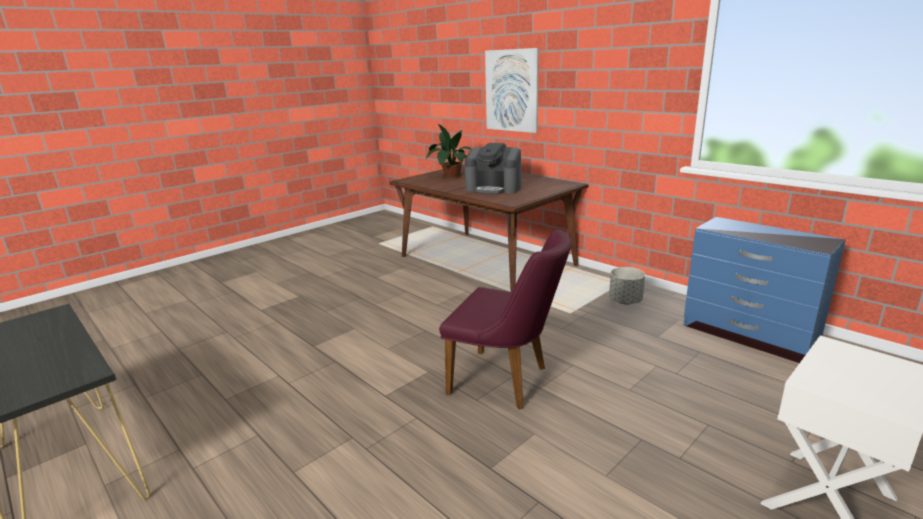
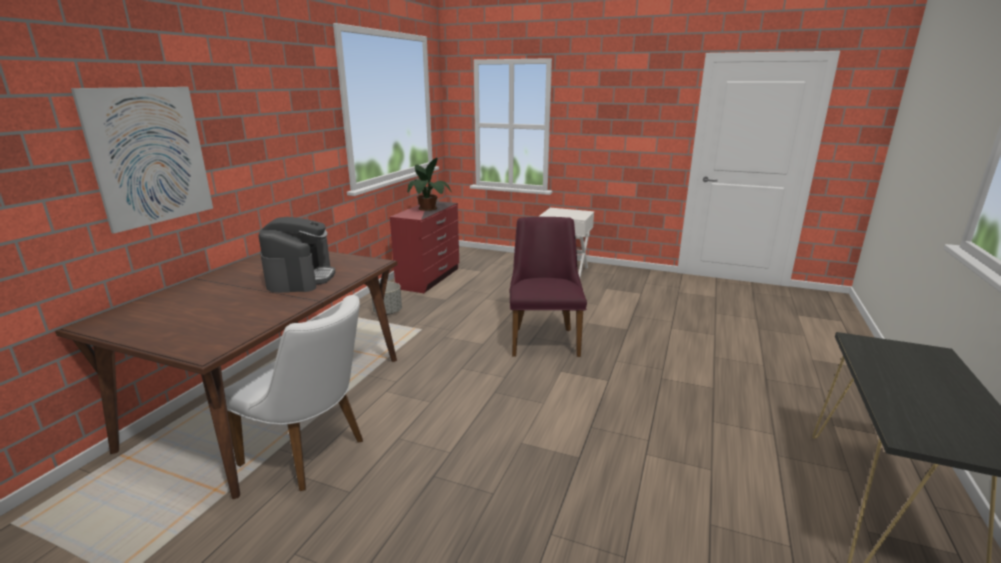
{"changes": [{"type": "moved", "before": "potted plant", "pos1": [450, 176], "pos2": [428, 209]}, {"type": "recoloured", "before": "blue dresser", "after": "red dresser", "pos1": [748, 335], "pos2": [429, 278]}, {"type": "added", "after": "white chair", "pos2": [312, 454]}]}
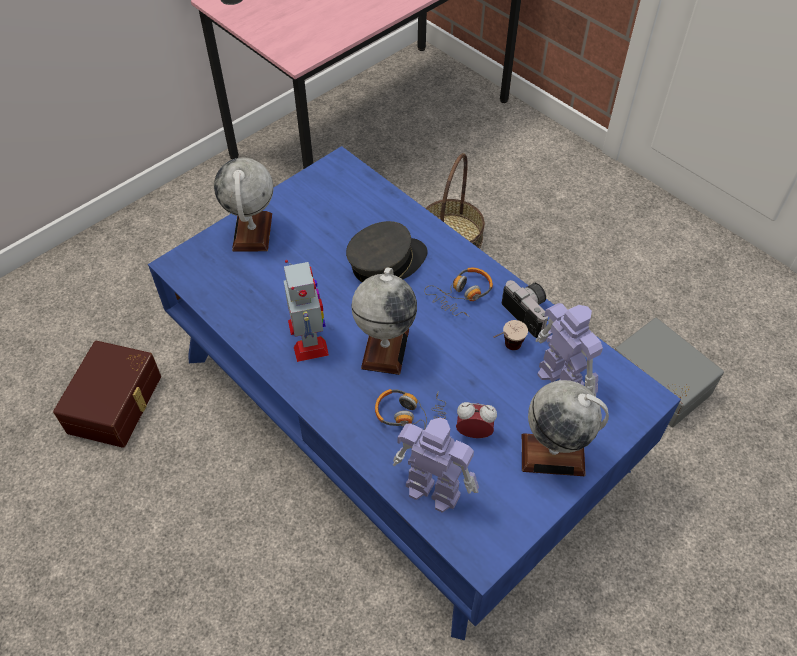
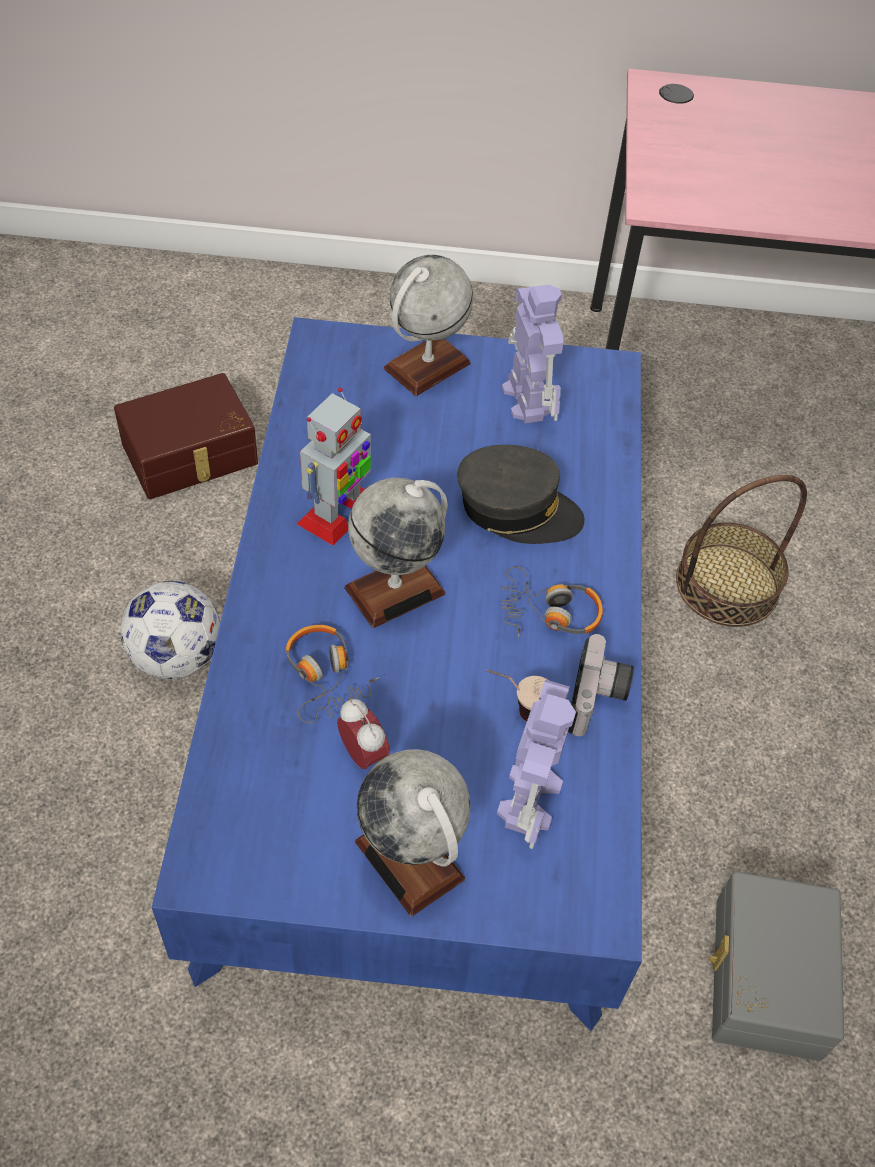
{"changes": [{"type": "moved", "before": "toy robot", "pos1": [432, 489], "pos2": [526, 398]}, {"type": "added", "after": "football", "pos2": [176, 657]}]}
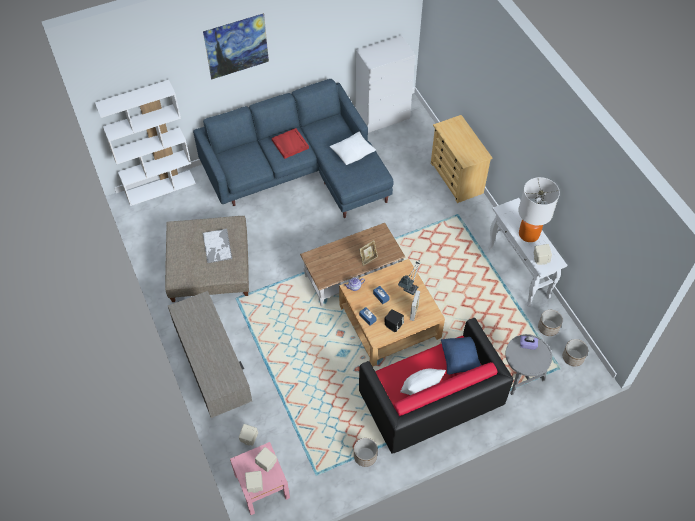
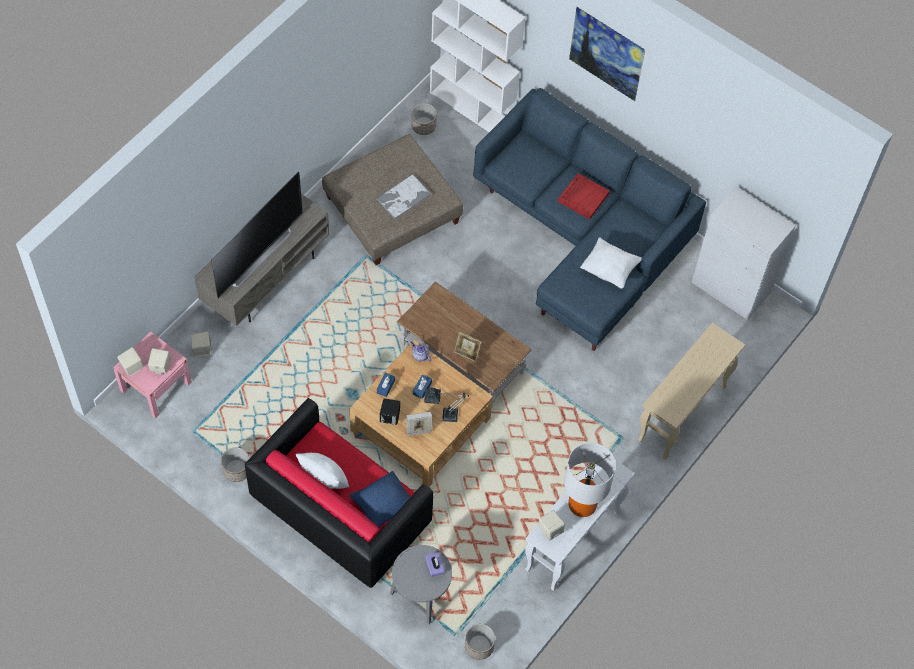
{"changes": [{"type": "replaced", "before": "beige dresser", "after": "beige console table", "pos1": [456, 178], "pos2": [681, 414]}, {"type": "moved", "before": "planter", "pos1": [548, 328], "pos2": [423, 126]}, {"type": "added", "after": "television", "pos2": [256, 254]}]}
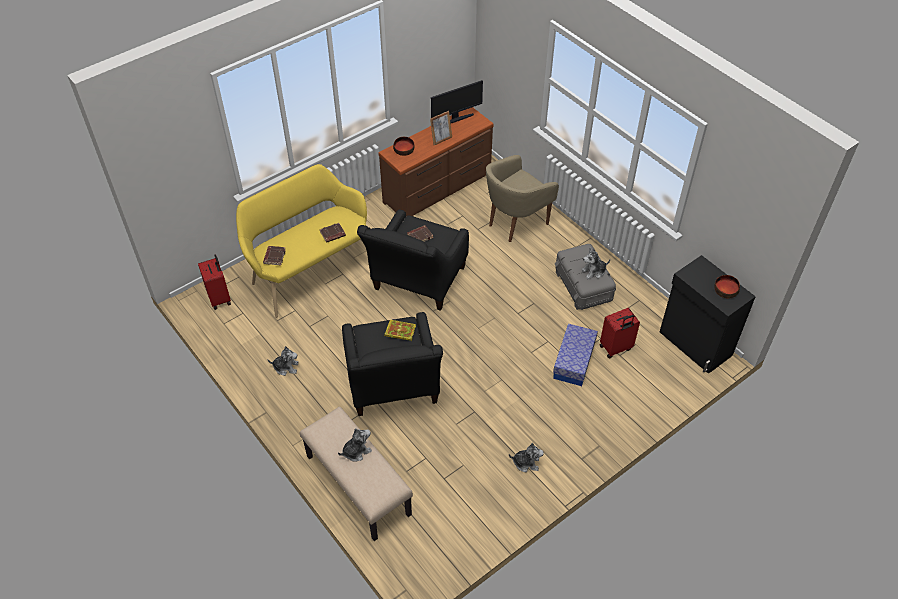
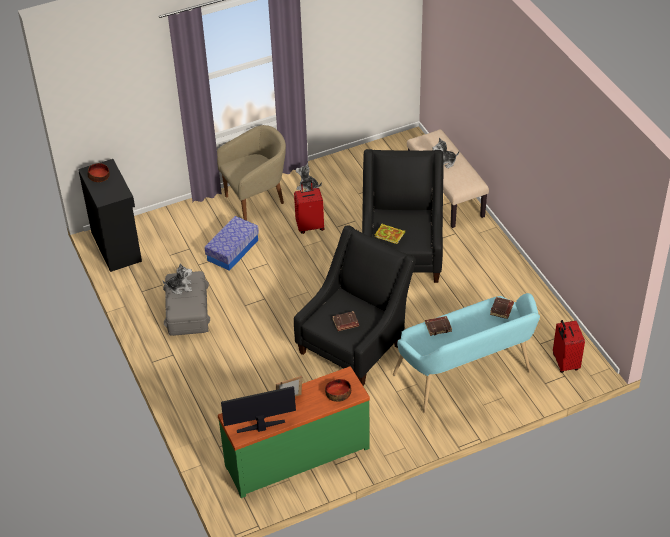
{"changes": [{"type": "recoloured", "before": "brown dresser", "after": "green dresser", "pos1": [438, 188], "pos2": [296, 455]}, {"type": "moved", "before": "beige armchair", "pos1": [515, 222], "pos2": [257, 201]}, {"type": "recoloured", "before": "yellow bench", "after": "turquoise bench", "pos1": [310, 270], "pos2": [466, 377]}, {"type": "moved", "before": "red suitcase", "pos1": [616, 348], "pos2": [310, 226]}, {"type": "removed", "before": "plush toy", "pos1": [286, 367]}]}
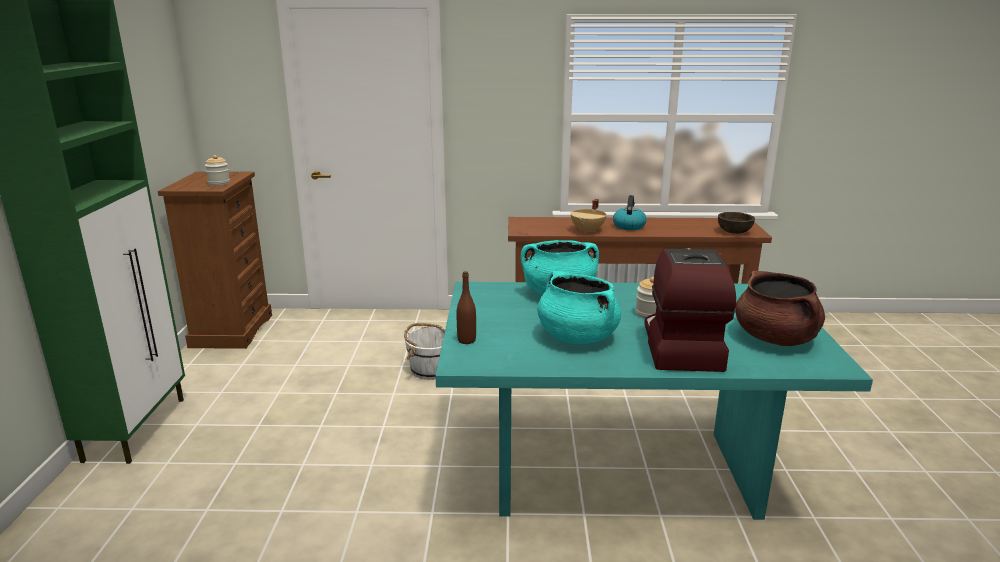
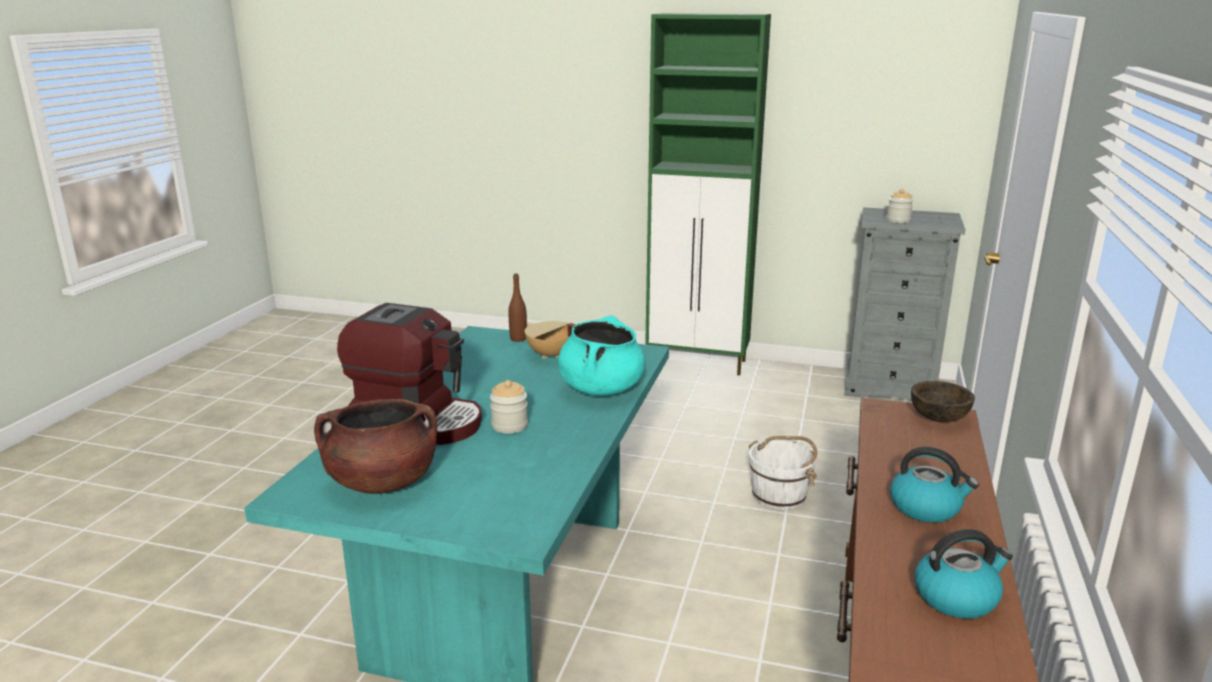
{"changes": [{"type": "recoloured", "before": "brown dresser", "after": "grey dresser", "pos1": [231, 330], "pos2": [890, 387]}, {"type": "moved", "before": "beige cooking pot", "pos1": [588, 231], "pos2": [551, 355]}, {"type": "moved", "before": "brown bowl", "pos1": [734, 232], "pos2": [938, 417]}, {"type": "removed", "before": "turquoise cooking pot", "pos1": [576, 337]}, {"type": "added", "after": "kettle", "pos2": [956, 597]}]}
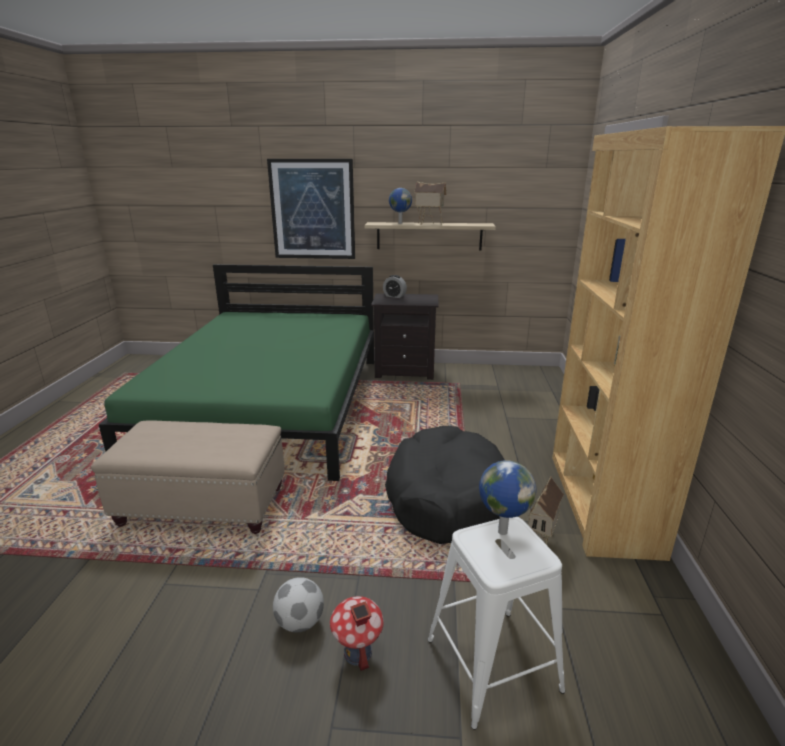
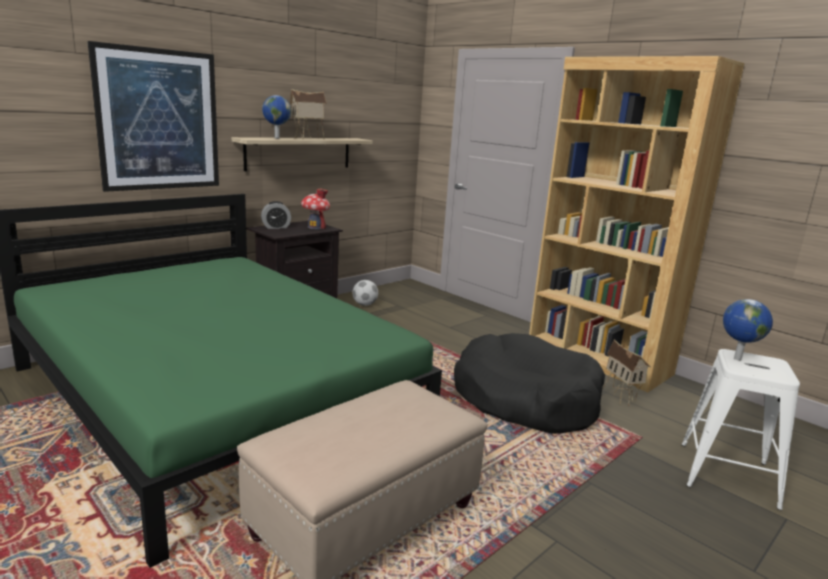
{"changes": [{"type": "moved", "before": "football", "pos1": [300, 622], "pos2": [365, 304]}, {"type": "moved", "before": "toy house", "pos1": [357, 653], "pos2": [315, 227]}]}
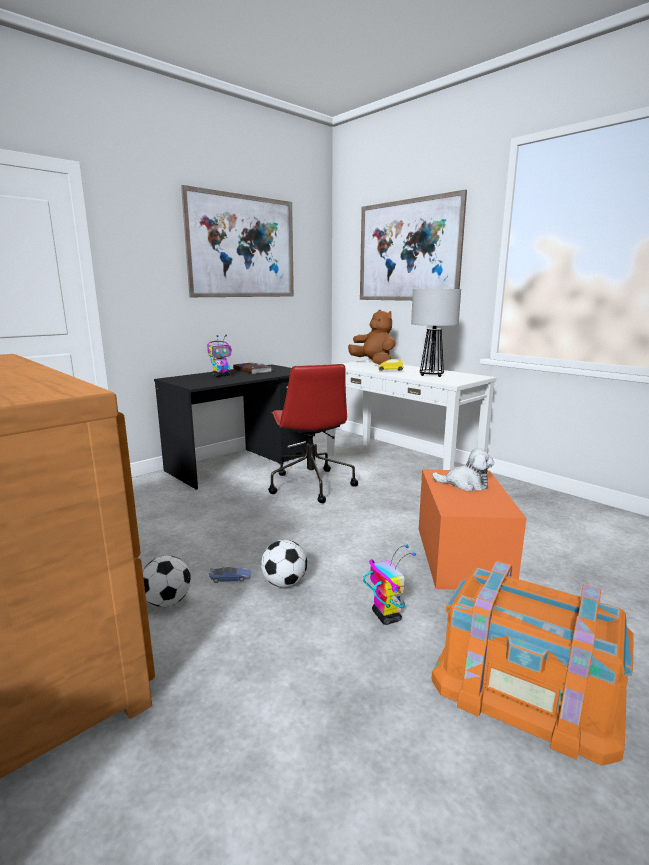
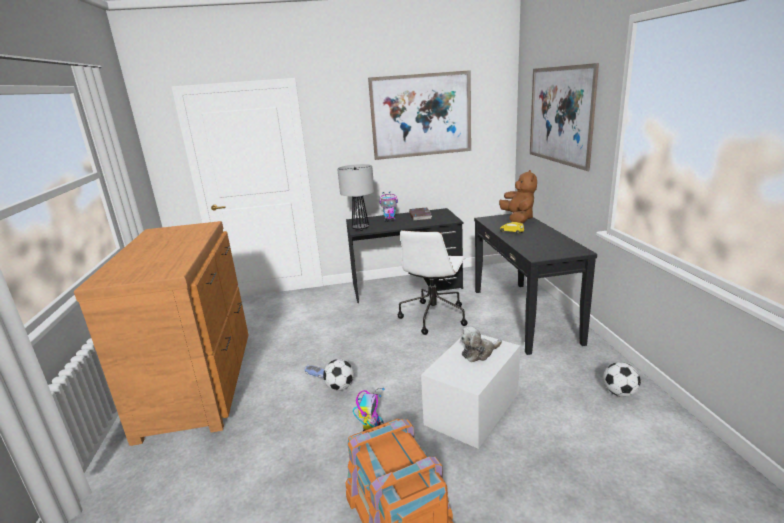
{"changes": [{"type": "moved", "before": "table lamp", "pos1": [431, 375], "pos2": [360, 228]}, {"type": "recoloured", "before": "white console table", "after": "black console table", "pos1": [401, 466], "pos2": [524, 315]}, {"type": "recoloured", "before": "red office chair", "after": "white office chair", "pos1": [310, 484], "pos2": [434, 316]}, {"type": "turned", "before": "plush toy", "pos1": [465, 484], "pos2": [479, 353], "turn": 105}, {"type": "recoloured", "before": "orange storage box", "after": "white storage box", "pos1": [462, 556], "pos2": [472, 408]}, {"type": "moved", "before": "football", "pos1": [167, 601], "pos2": [619, 393]}]}
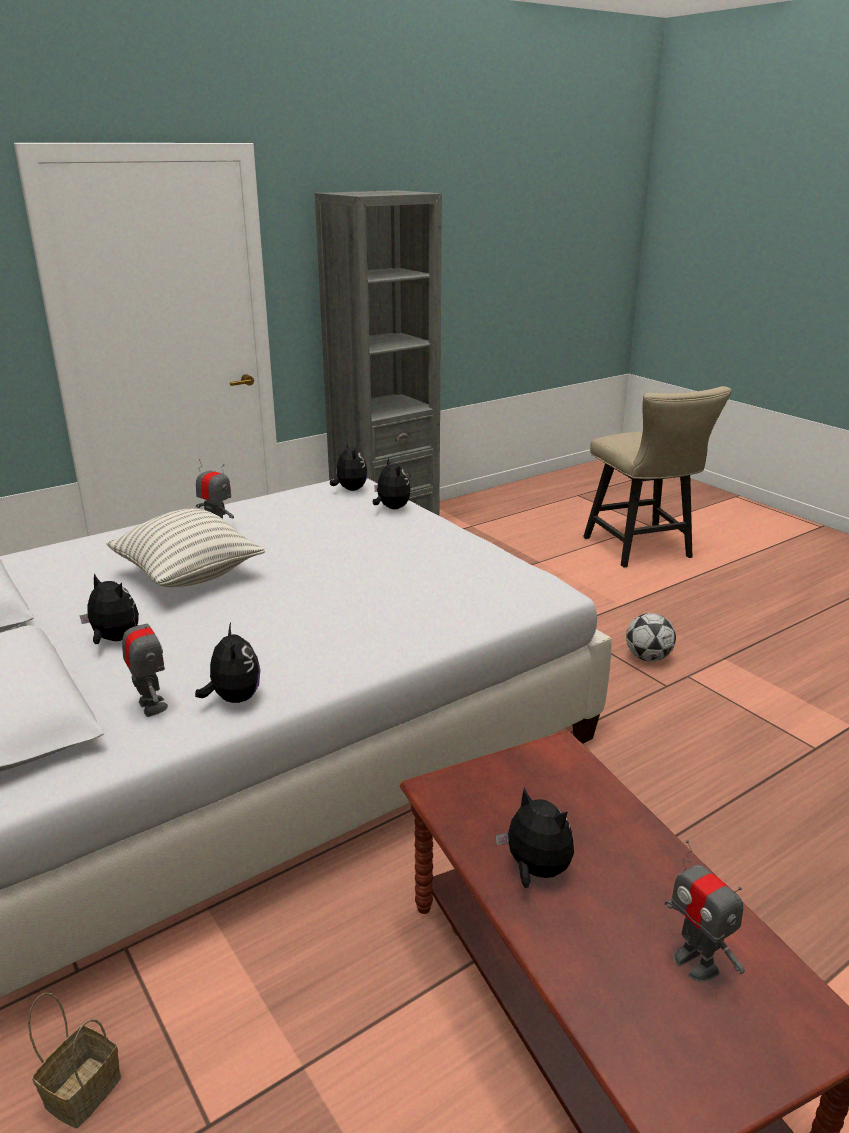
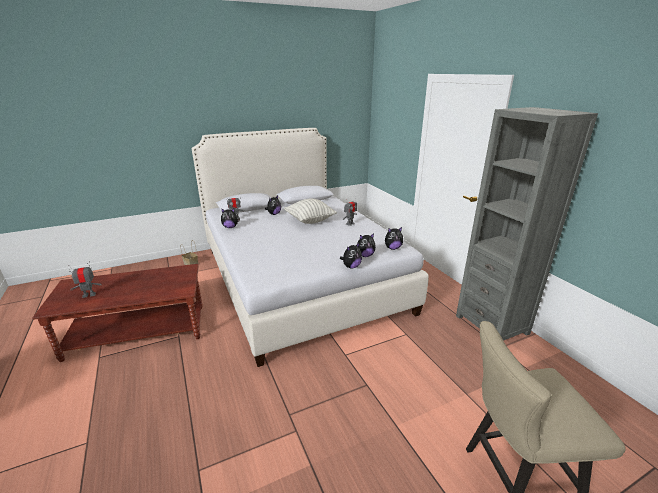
{"changes": [{"type": "removed", "before": "football", "pos1": [647, 657]}, {"type": "moved", "before": "plush toy", "pos1": [535, 871], "pos2": [351, 266]}]}
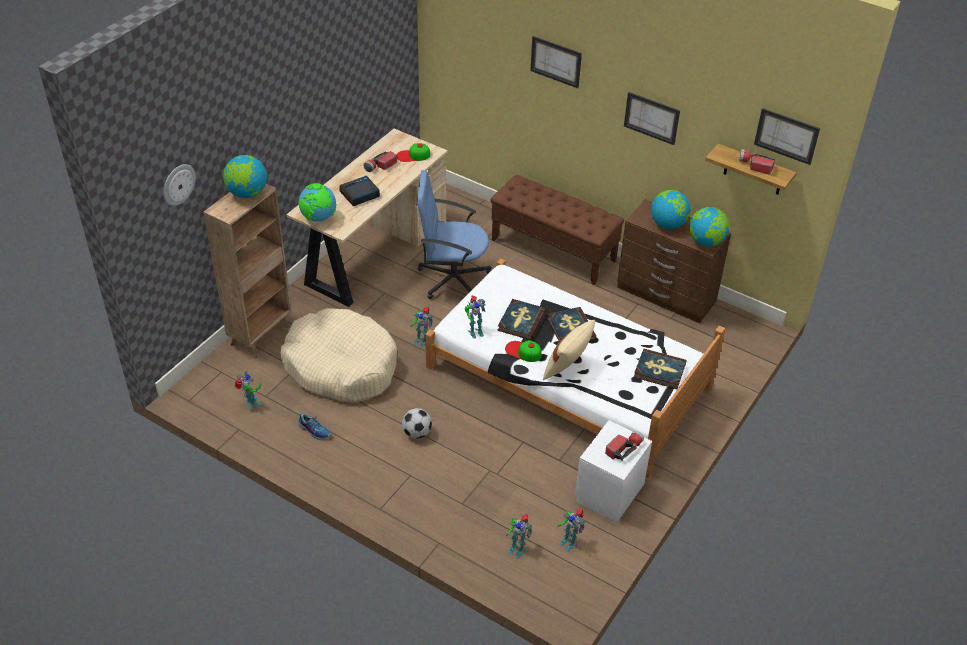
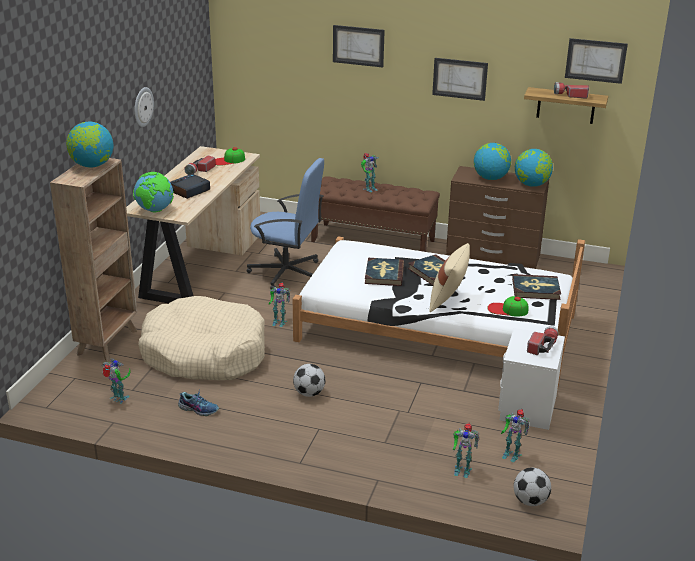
{"changes": [{"type": "moved", "before": "wall clock", "pos1": [178, 184], "pos2": [142, 107]}, {"type": "turned", "before": "blue office chair", "pos1": [452, 278], "pos2": [287, 273], "turn": -150}, {"type": "moved", "before": "toy robot", "pos1": [474, 331], "pos2": [369, 188]}, {"type": "moved", "before": "cap", "pos1": [523, 351], "pos2": [507, 309]}, {"type": "added", "after": "football", "pos2": [530, 501]}]}
